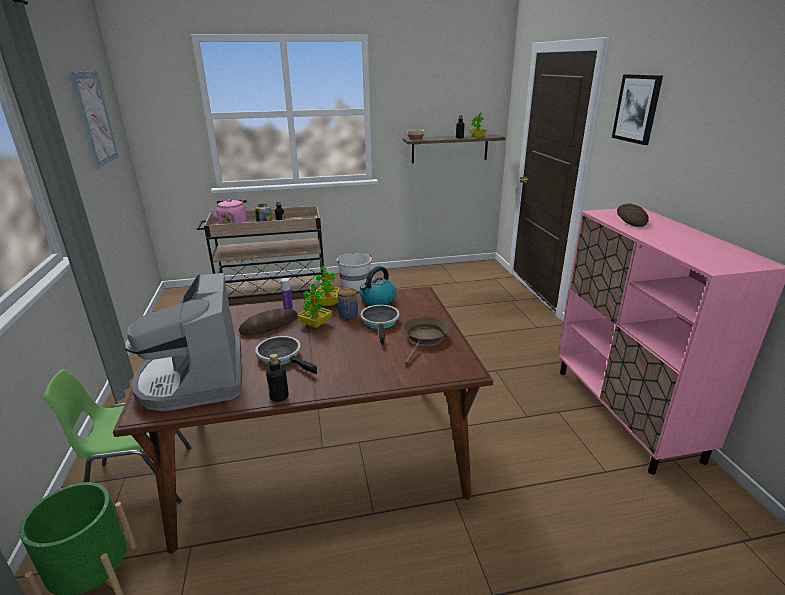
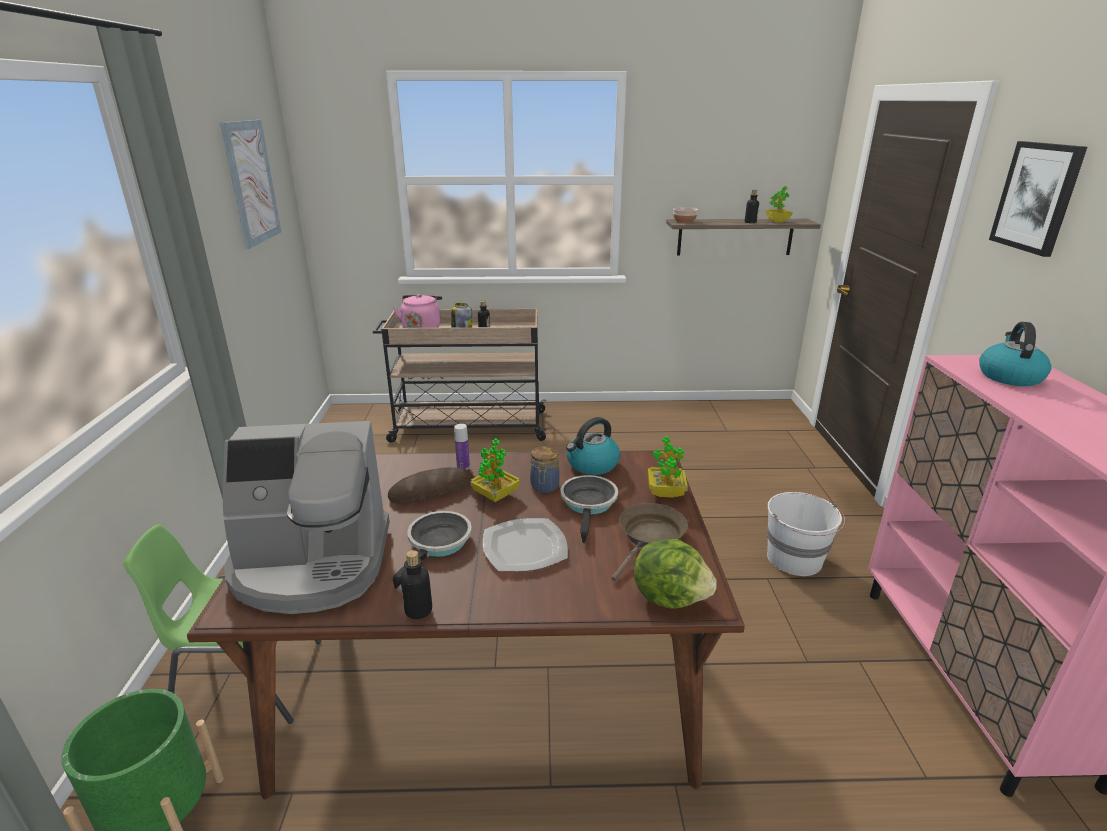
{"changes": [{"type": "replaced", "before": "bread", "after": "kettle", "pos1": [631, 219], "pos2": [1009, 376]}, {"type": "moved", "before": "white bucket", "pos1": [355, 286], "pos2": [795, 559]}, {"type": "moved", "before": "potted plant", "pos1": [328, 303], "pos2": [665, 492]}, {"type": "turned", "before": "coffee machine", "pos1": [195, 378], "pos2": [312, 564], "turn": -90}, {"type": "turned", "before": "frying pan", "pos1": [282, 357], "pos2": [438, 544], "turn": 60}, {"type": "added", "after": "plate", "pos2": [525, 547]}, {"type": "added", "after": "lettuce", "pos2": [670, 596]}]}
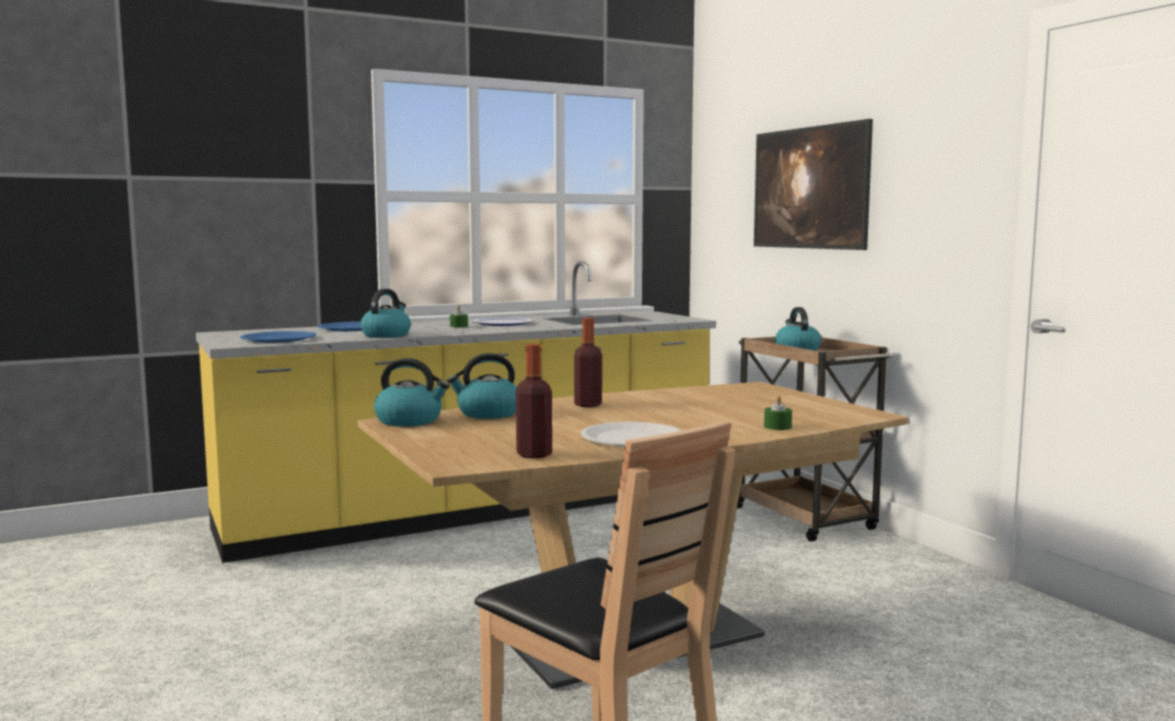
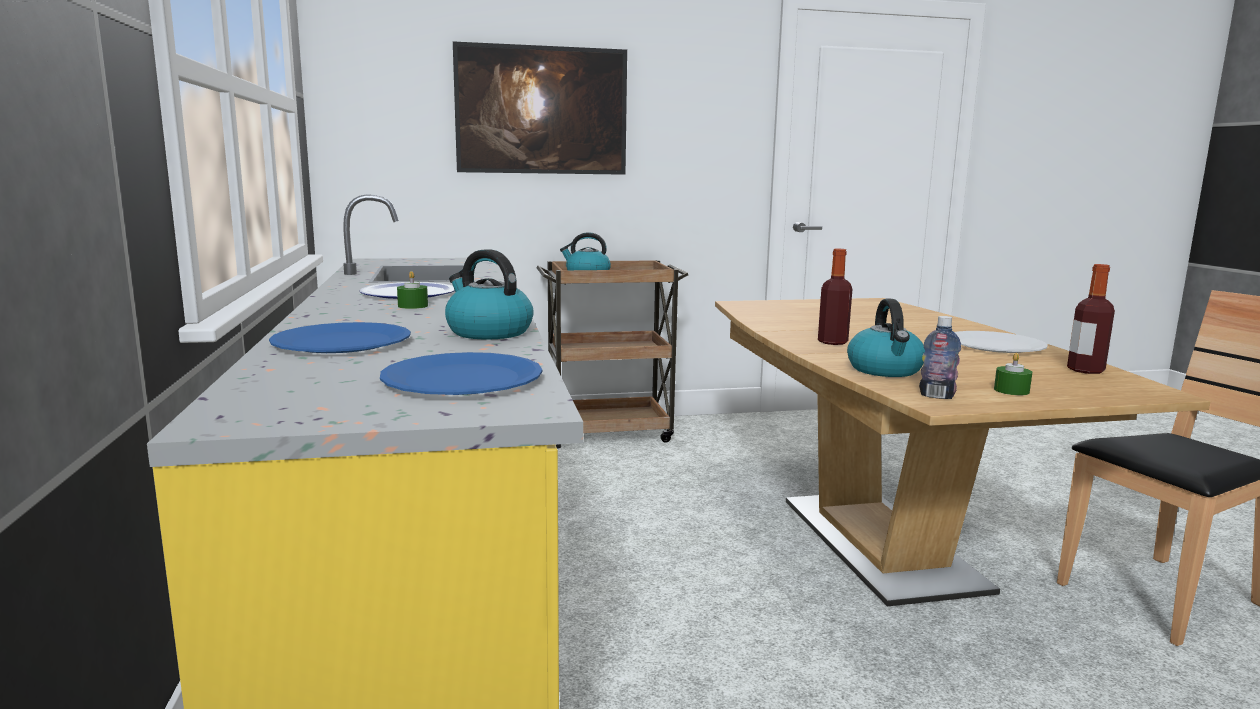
{"changes": [{"type": "replaced", "before": "kettle", "after": "bottle", "pos1": [410, 421], "pos2": [936, 396]}, {"type": "moved", "before": "green candle", "pos1": [777, 427], "pos2": [1011, 390]}]}
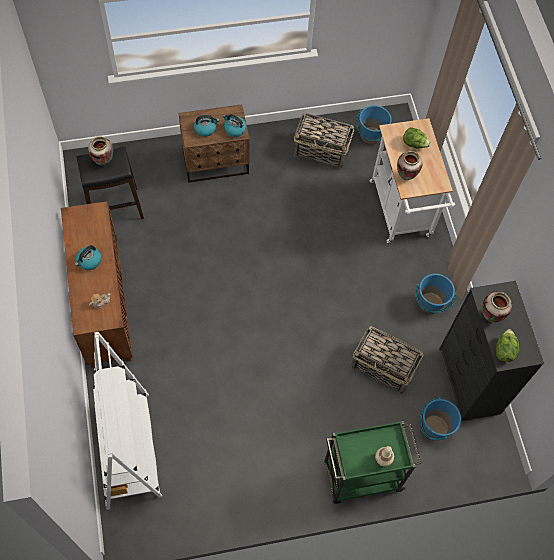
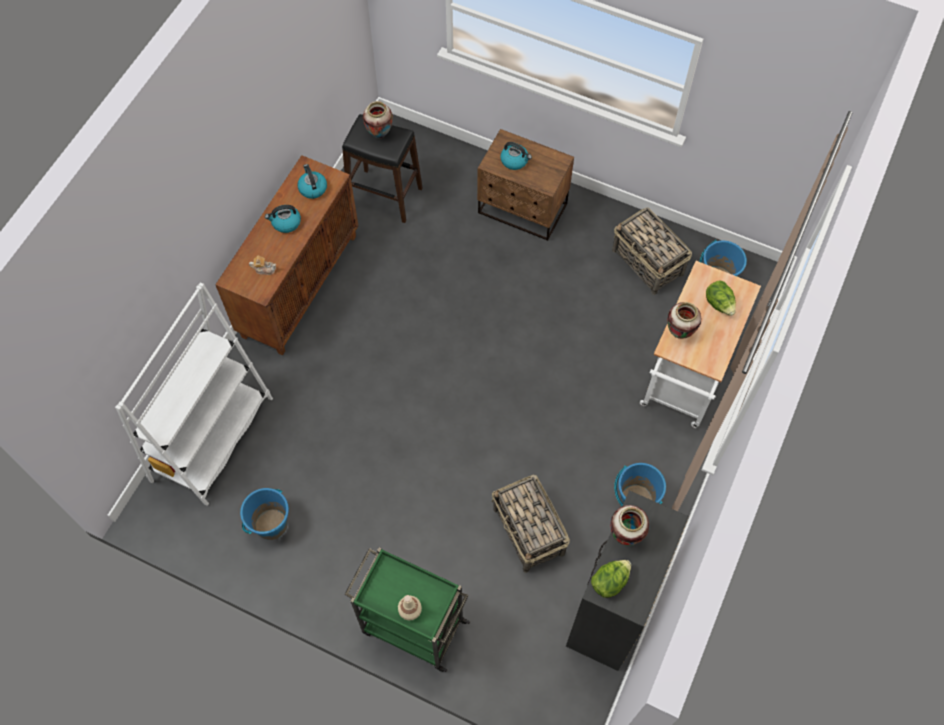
{"changes": [{"type": "moved", "before": "kettle", "pos1": [234, 129], "pos2": [312, 188]}, {"type": "moved", "before": "blue bucket", "pos1": [434, 427], "pos2": [271, 524]}]}
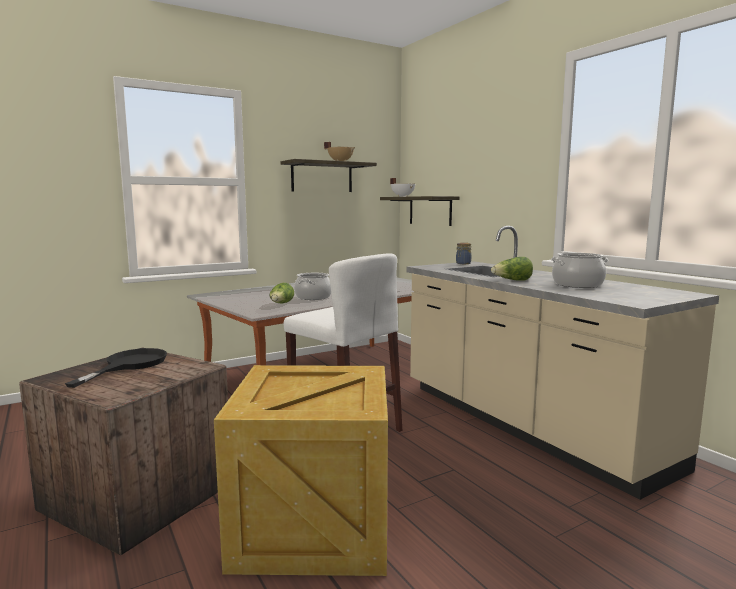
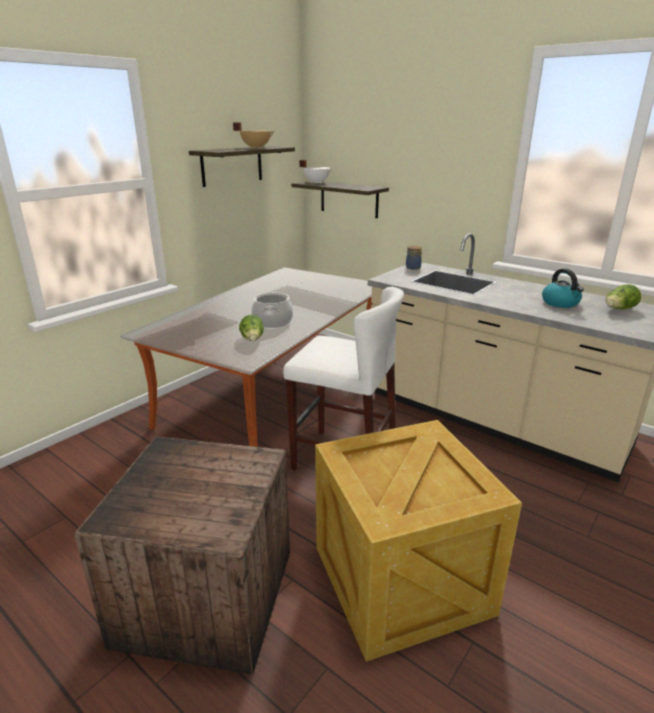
{"changes": [{"type": "replaced", "before": "cooking pot", "after": "kettle", "pos1": [577, 285], "pos2": [561, 303]}, {"type": "moved", "before": "lettuce", "pos1": [512, 280], "pos2": [619, 309]}, {"type": "removed", "before": "black frying pan", "pos1": [129, 365]}]}
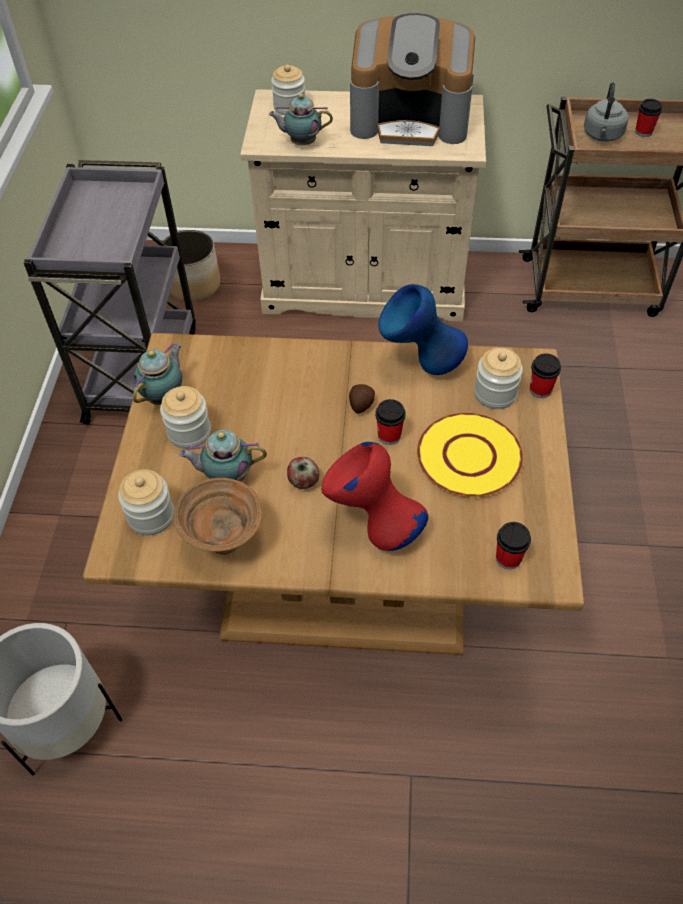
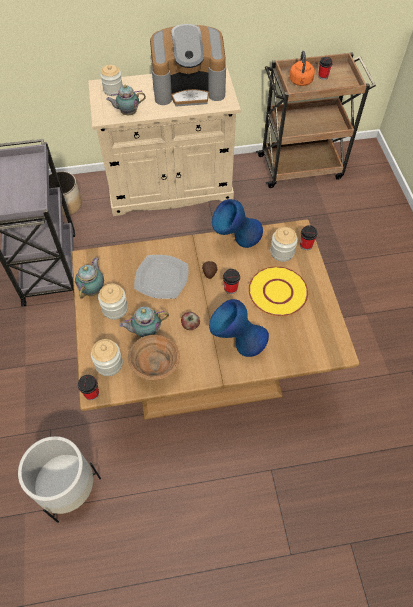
{"changes": [{"type": "recoloured", "before": "grey kettle", "after": "orange kettle", "pos1": [602, 136], "pos2": [300, 82]}, {"type": "recoloured", "before": "red vase", "after": "blue vase", "pos1": [373, 528], "pos2": [237, 344]}, {"type": "moved", "before": "cup", "pos1": [508, 558], "pos2": [91, 393]}, {"type": "added", "after": "plate", "pos2": [161, 278]}]}
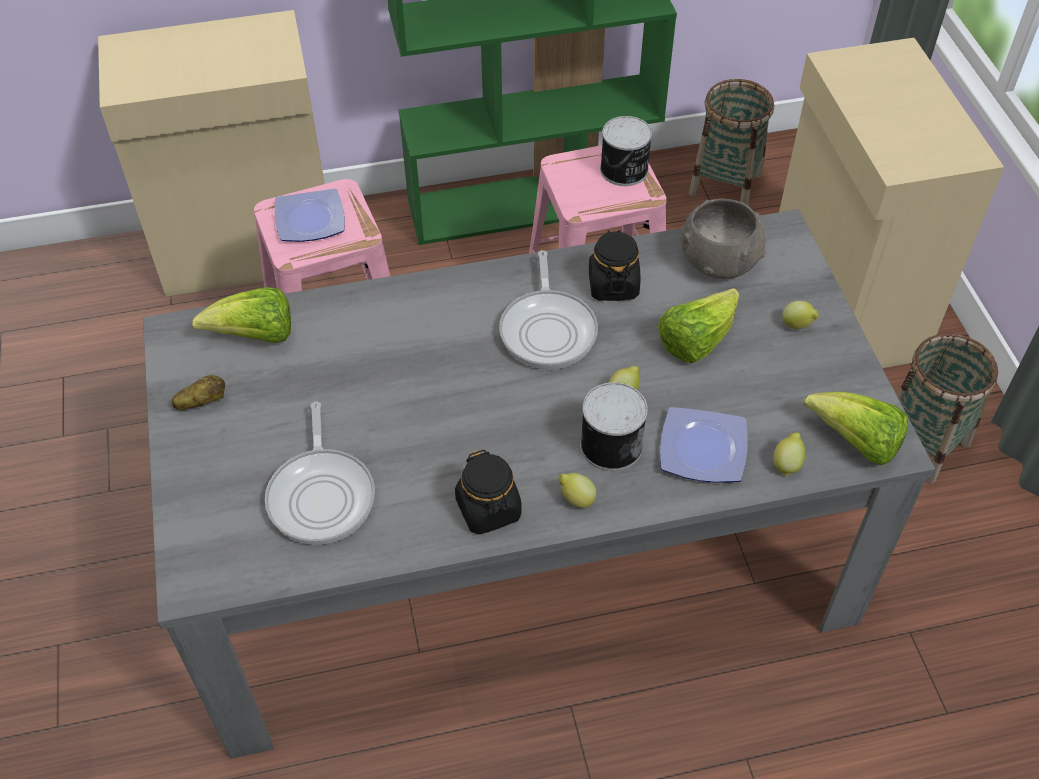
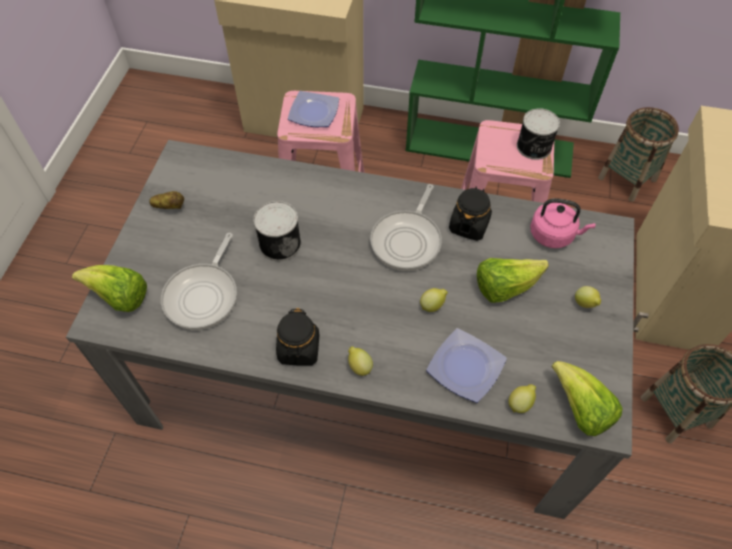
{"changes": [{"type": "replaced", "before": "grey bowl", "after": "pink kettle", "pos1": [719, 260], "pos2": [554, 235]}, {"type": "moved", "before": "lettuce", "pos1": [255, 336], "pos2": [119, 297]}, {"type": "moved", "before": "can", "pos1": [609, 444], "pos2": [279, 243]}]}
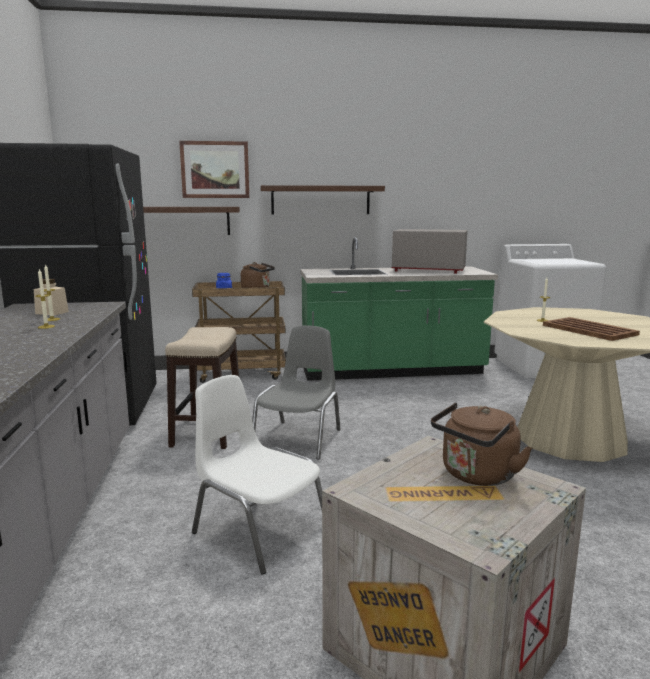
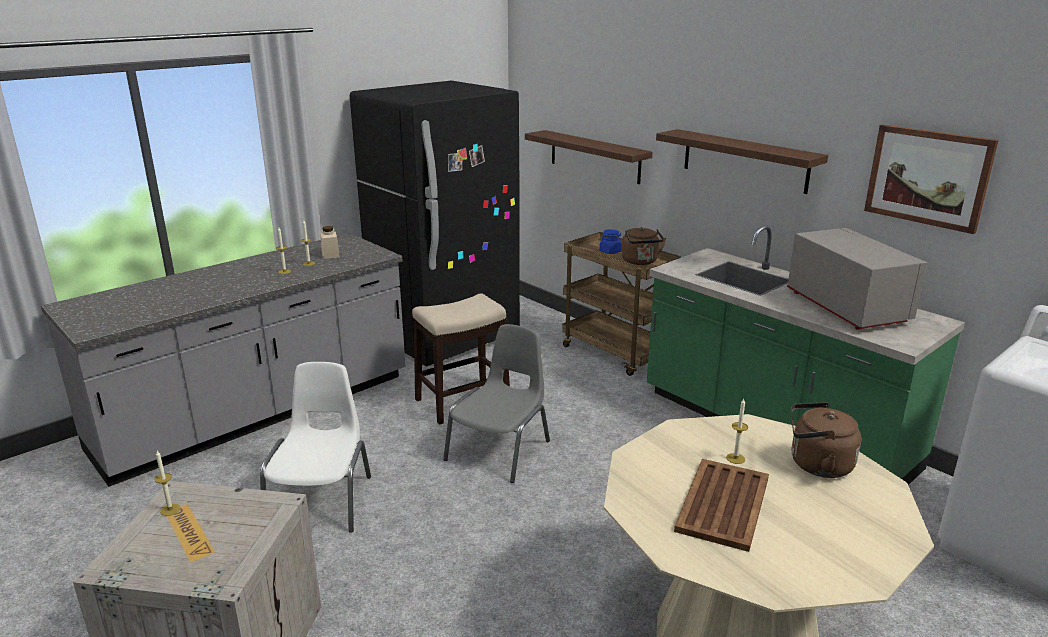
{"changes": [{"type": "moved", "before": "picture", "pos1": [215, 170], "pos2": [928, 177]}, {"type": "turned", "before": "grey chair", "pos1": [299, 439], "pos2": [500, 450], "turn": -45}, {"type": "moved", "before": "brown kettle", "pos1": [476, 476], "pos2": [816, 465]}, {"type": "added", "after": "candle", "pos2": [170, 509]}]}
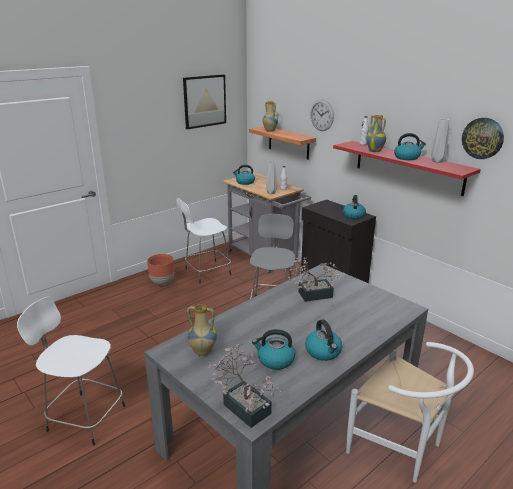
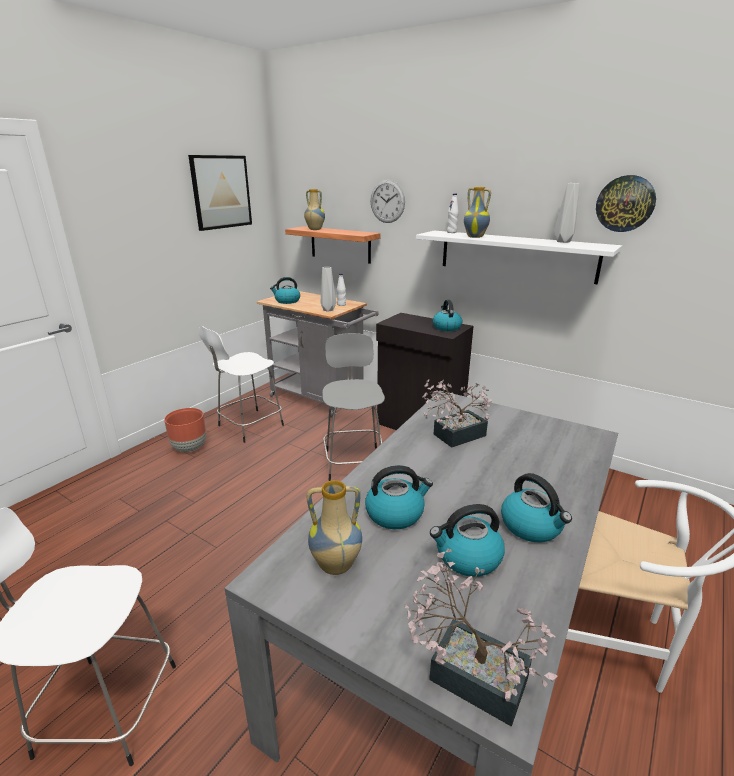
{"changes": [{"type": "moved", "before": "kettle", "pos1": [407, 157], "pos2": [395, 513]}, {"type": "recoloured", "before": "red shelf", "after": "white shelf", "pos1": [408, 167], "pos2": [516, 255]}]}
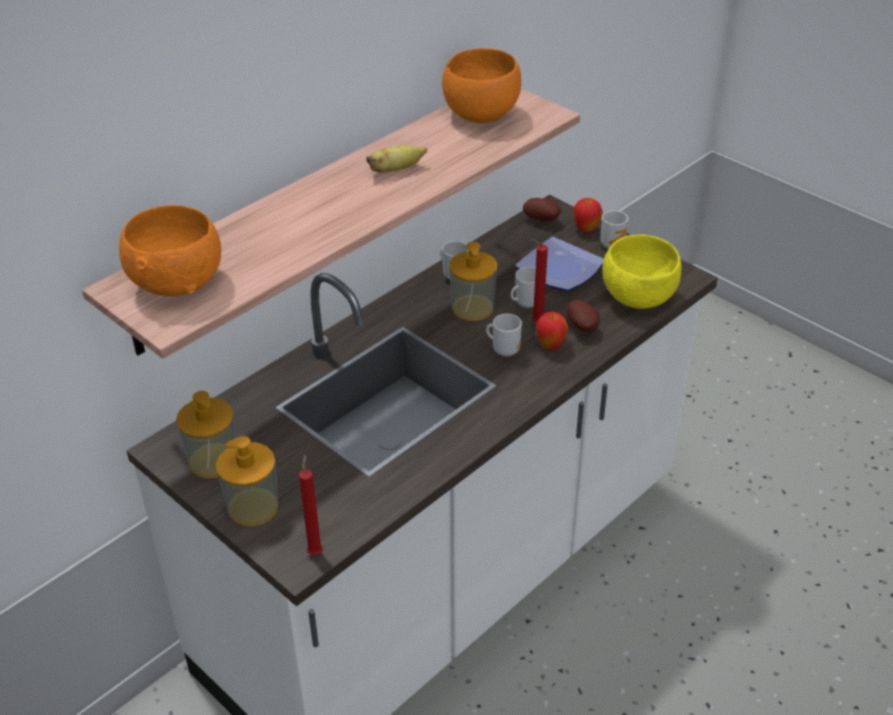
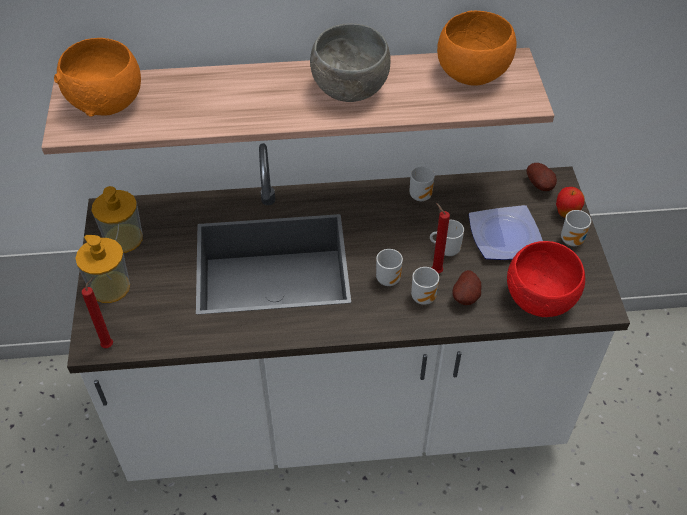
{"changes": [{"type": "replaced", "before": "banana", "after": "grey bowl", "pos1": [396, 170], "pos2": [348, 90]}, {"type": "recoloured", "before": "yellow bowl", "after": "red bowl", "pos1": [637, 298], "pos2": [538, 299]}, {"type": "removed", "before": "soap dispenser", "pos1": [472, 308]}, {"type": "replaced", "before": "apple", "after": "mug", "pos1": [551, 346], "pos2": [425, 297]}]}
